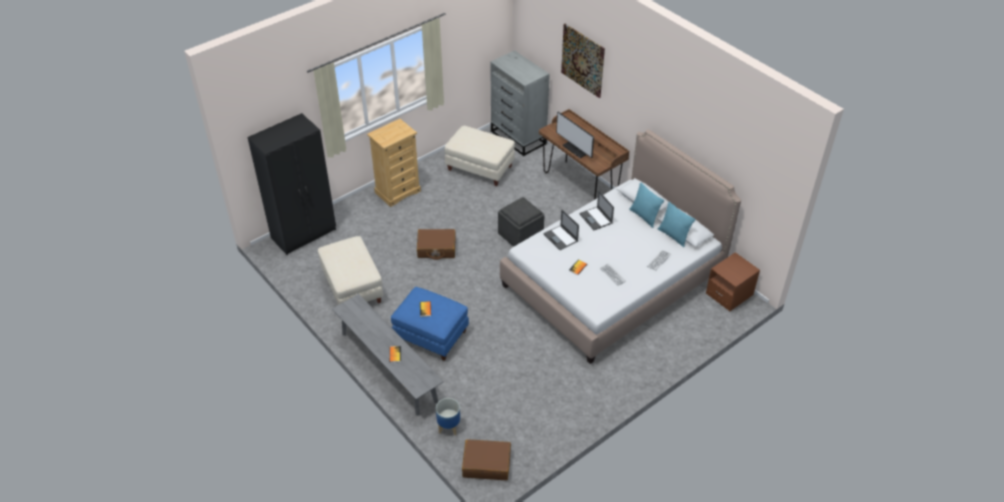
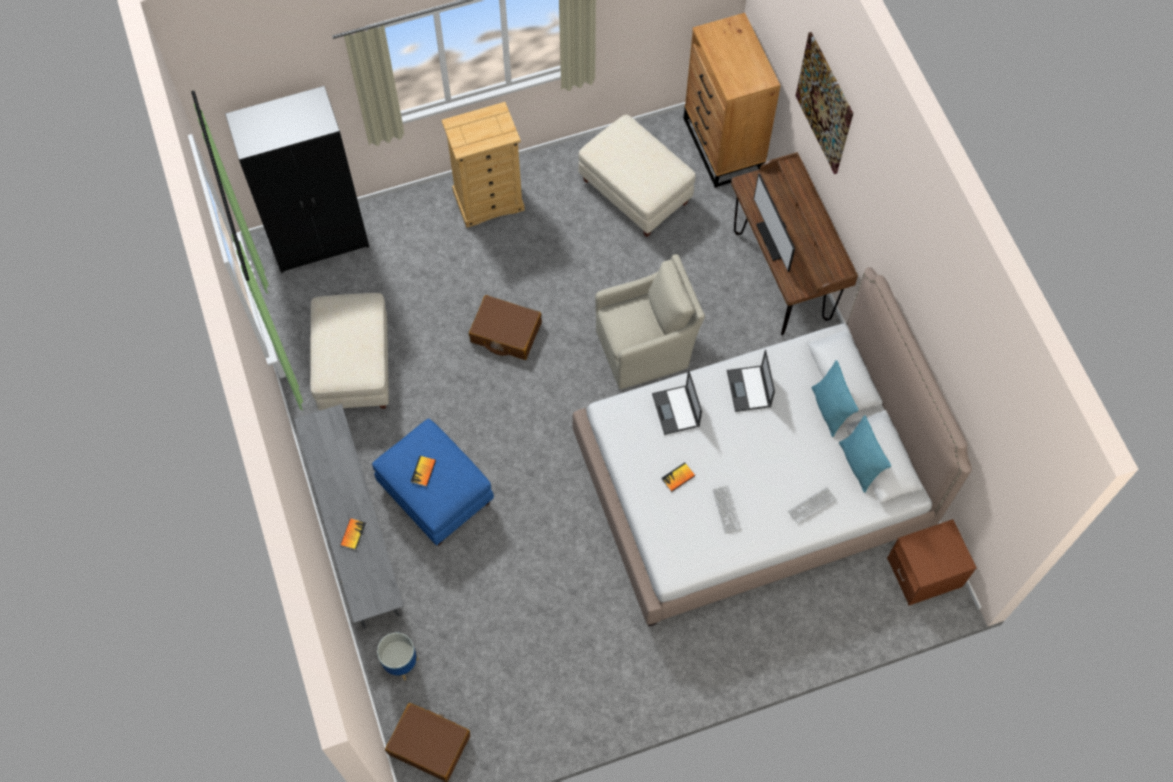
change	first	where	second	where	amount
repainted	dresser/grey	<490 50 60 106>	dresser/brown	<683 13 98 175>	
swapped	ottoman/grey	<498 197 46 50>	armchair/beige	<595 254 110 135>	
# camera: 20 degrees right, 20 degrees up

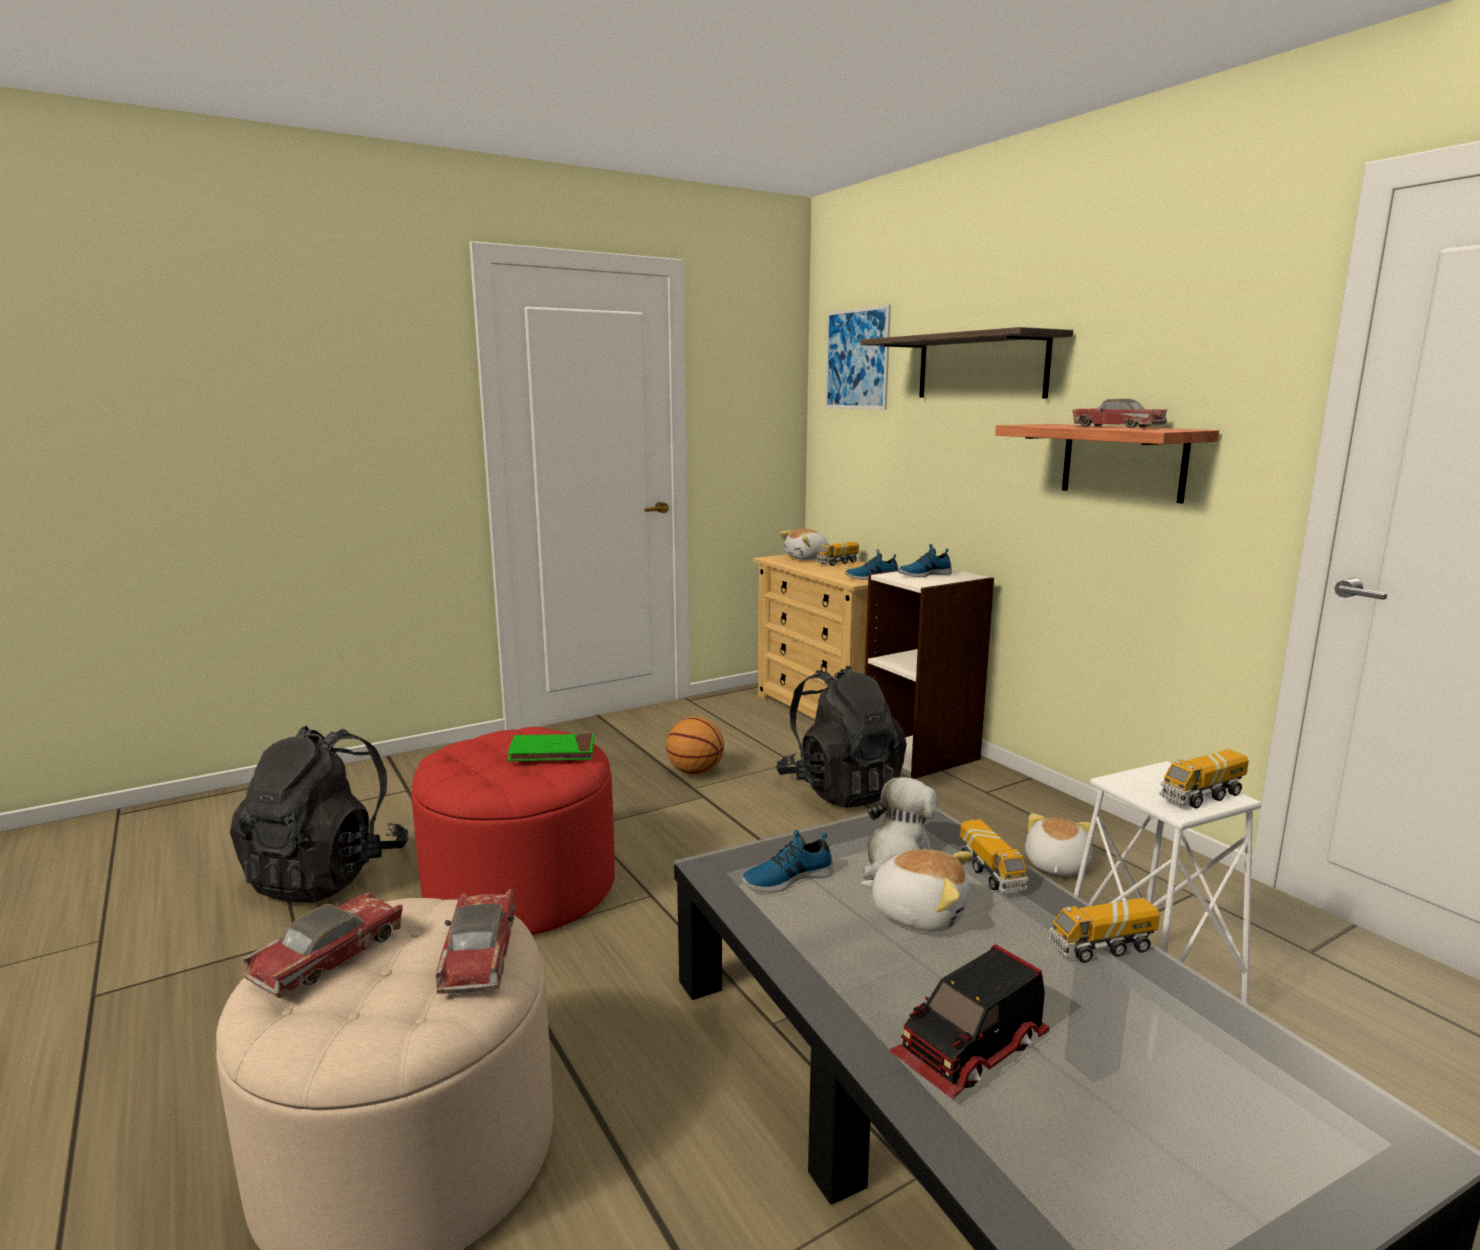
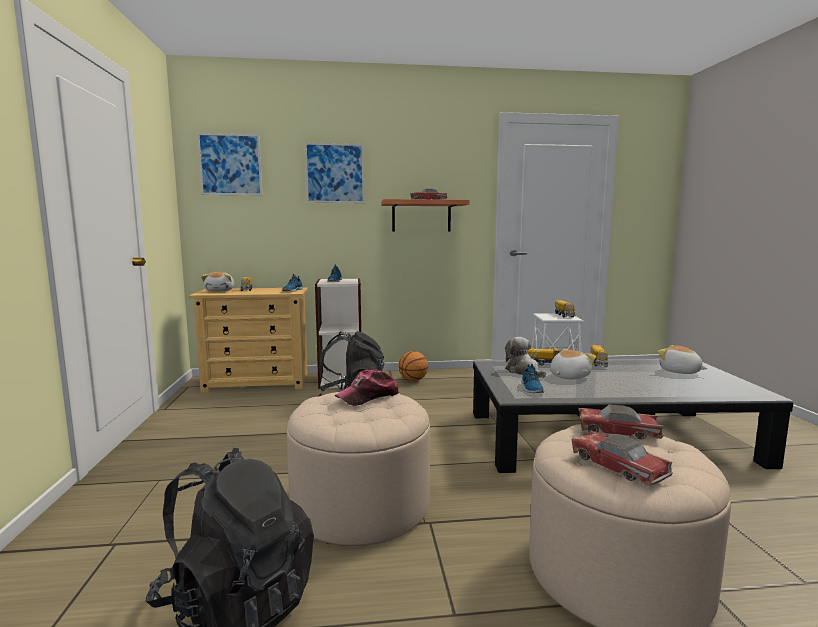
change	first	where	second	where	amount
repainted	ottoman/red	<411 727 204 208>	ottoman/beige	<287 392 143 154>	
swapped	book/green	<507 733 87 28>	cap	<335 369 65 37>	
shifted	basketball	<666 717 58 58>		<398 351 30 30>	
swapped	shelf	<860 327 213 71>	picture	<305 143 59 60>	
gone	toy truck	<890 944 159 155>			
shifted	plush toy	<1025 813 67 63>		<657 345 51 29>	
# camera: 65 degrees left, 5 degrees down

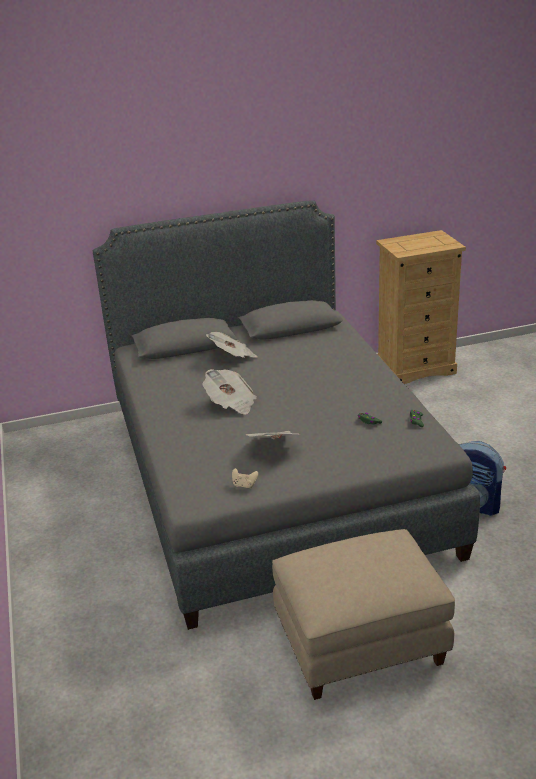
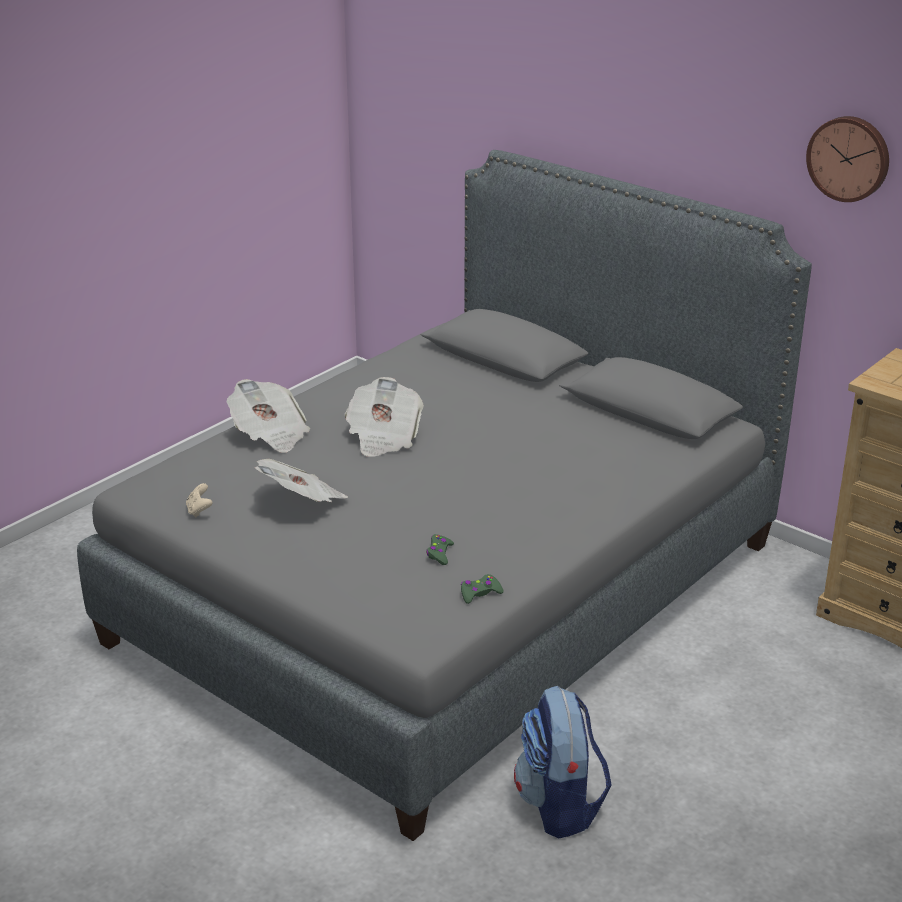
change	first	where	second	where	amount
shifted	newspaper	<206 332 51 26>		<227 379 83 74>	
gone	ottoman/beige	<272 529 183 171>			
new			wall clock	<806 116 83 86>	
# camera: 55 degrees right, 0 degrees up

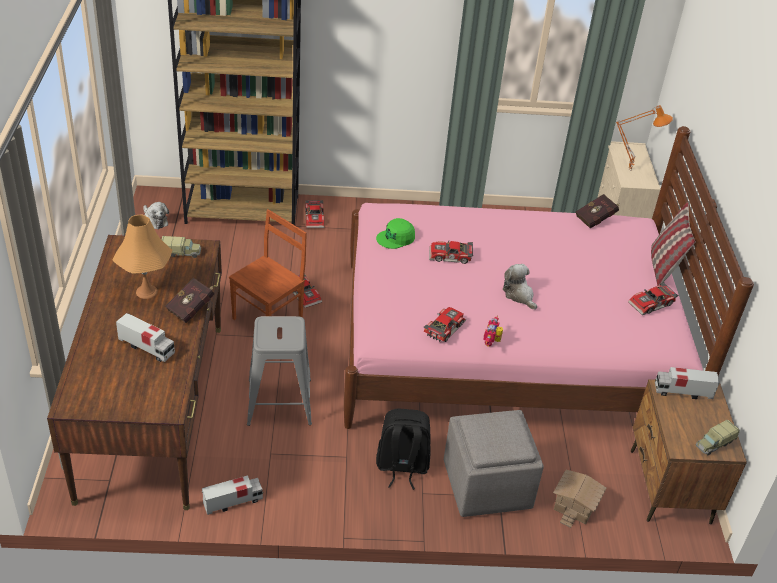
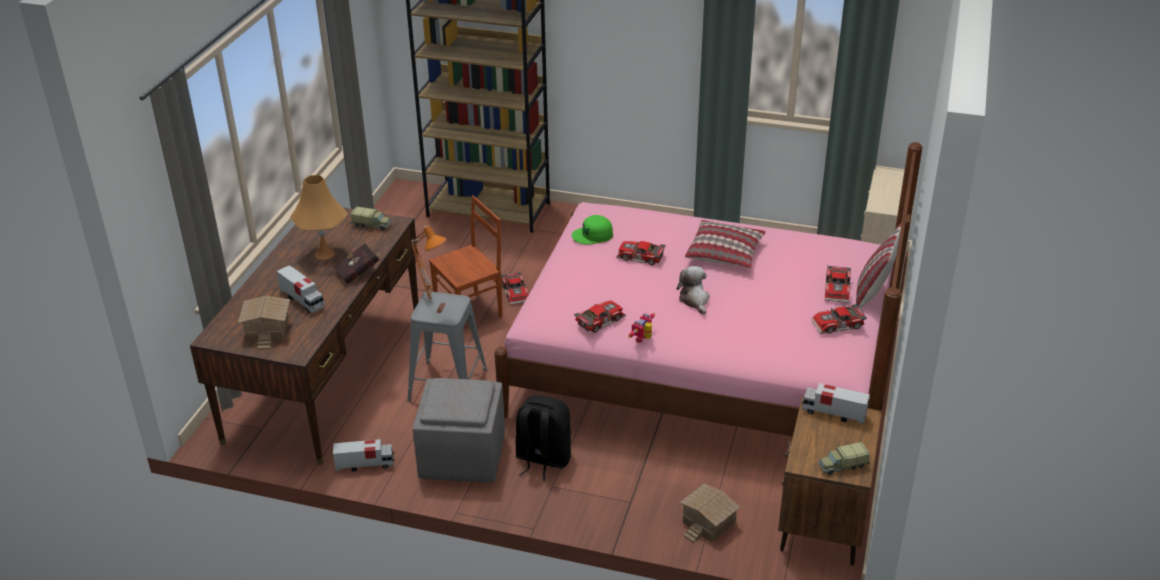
change	first	where	second	where	amount
gone	plush toy	<143 202 26 27>			
shifted	toy car	<305 200 19 28>		<825 266 26 37>	
shifted	ottoman/grey	<444 410 100 107>		<413 378 92 105>	
gone	book/red	<576 194 43 34>			
shifted	table lamp/orange	<616 105 57 66>		<411 225 35 76>	
new			toy house	<238 296 52 54>	
new			pillow	<685 220 81 48>	
# camera: 20 degrees right, 5 degrees down

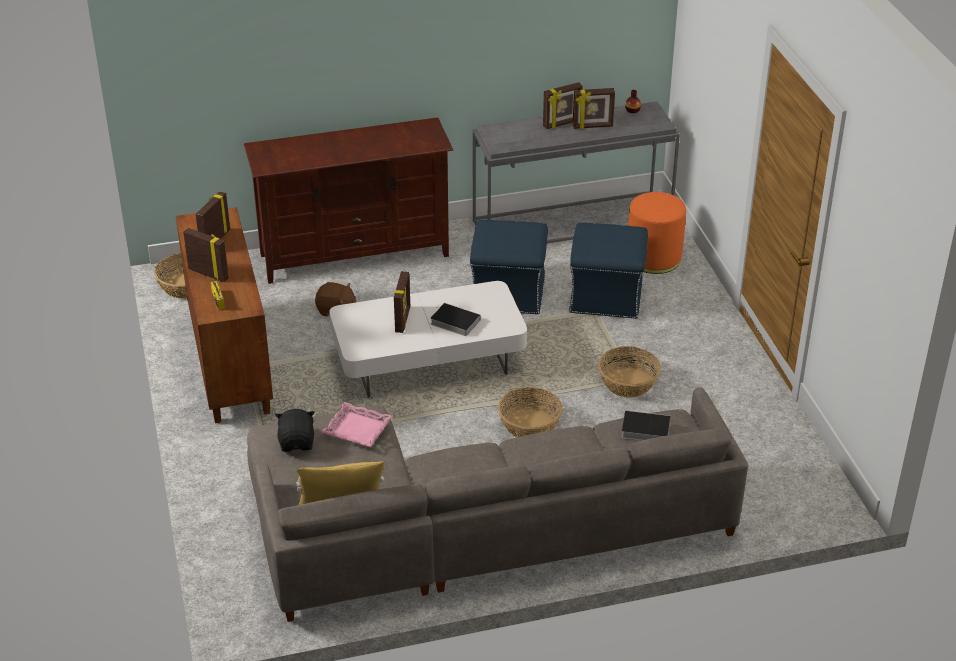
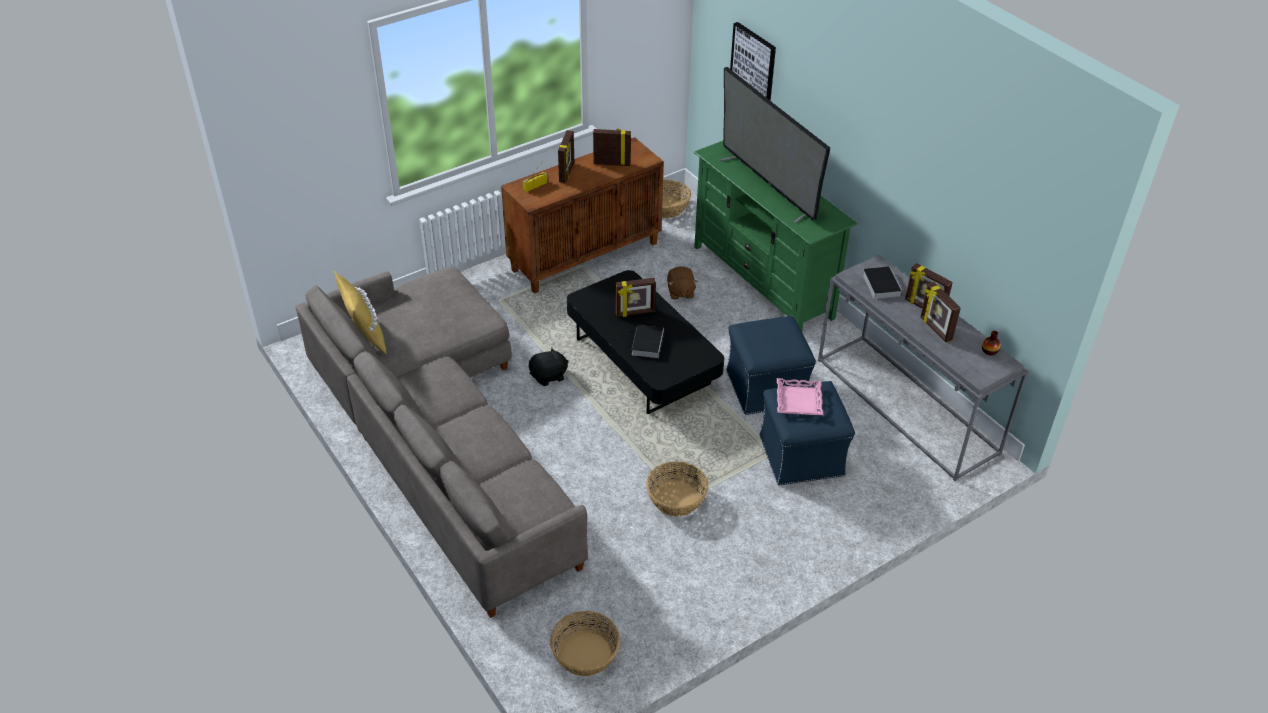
change	first	where	second	where	amount
repainted	tv stand/brown	<244 117 209 167>	tv stand/green	<693 141 165 190>	
shifted	plush toy/black	<275 409 40 43>		<529 348 40 38>	
shifted	tray/pink	<322 402 71 45>		<777 378 46 37>	
repainted	coffee table/white	<329 281 198 117>	coffee table/black	<567 270 157 144>	
shifted	basket	<498 387 65 51>		<550 611 70 65>	
shifted	book	<615 410 55 30>		<863 266 39 33>	
gone	ottoman/orange	<628 192 58 82>			
new			television	<720 67 110 156>	
new			picture	<730 22 46 79>	
# camera: 70 degrees right, 5 degrees up

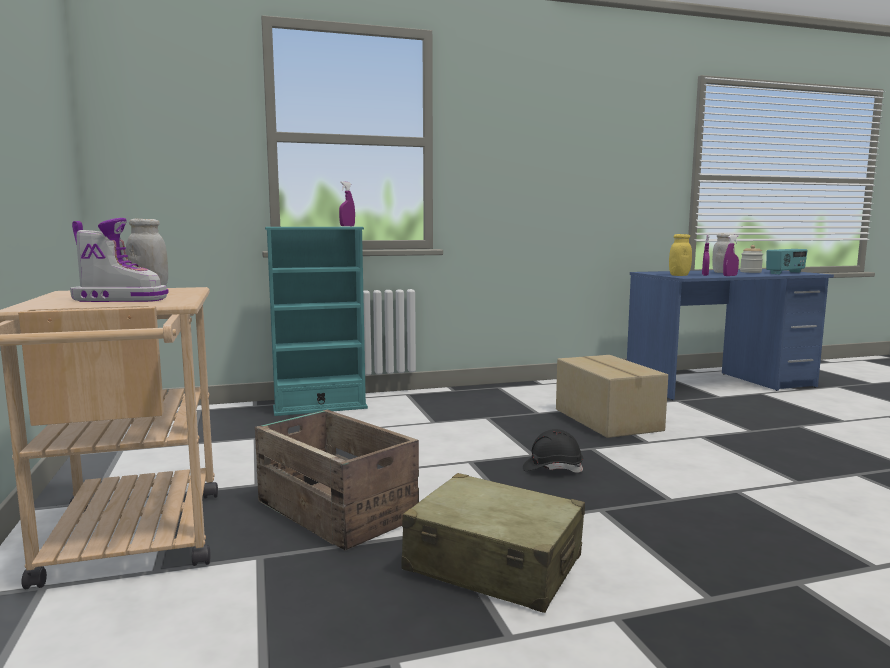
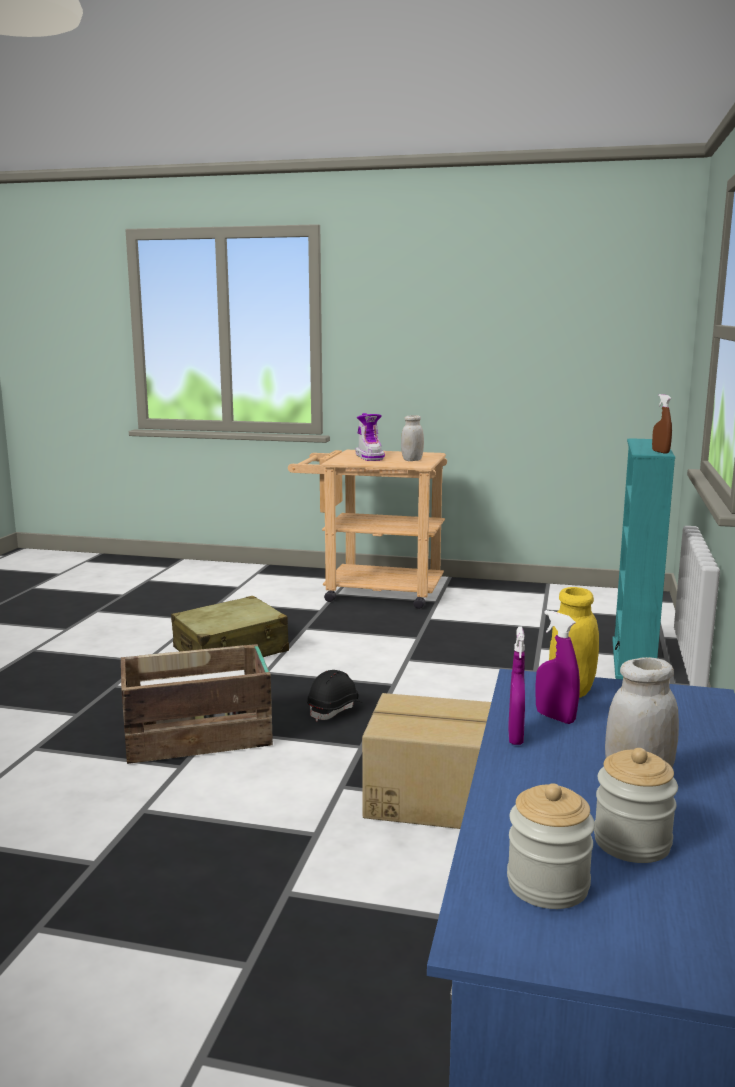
change	first	where	second	where	amount
rotated	boot	<70 218 98 84>		<355 413 30 48>	45 degrees counterclockwise
shifted	crate	<255 409 164 142>		<121 644 152 120>	
repainted	spray bottle/purple	<339 181 16 45>	spray bottle/brown	<652 394 20 60>	
swapped	radio	<766 249 41 25>	jar	<507 783 88 126>	
# camera: 120 degrees right, 5 degrees up

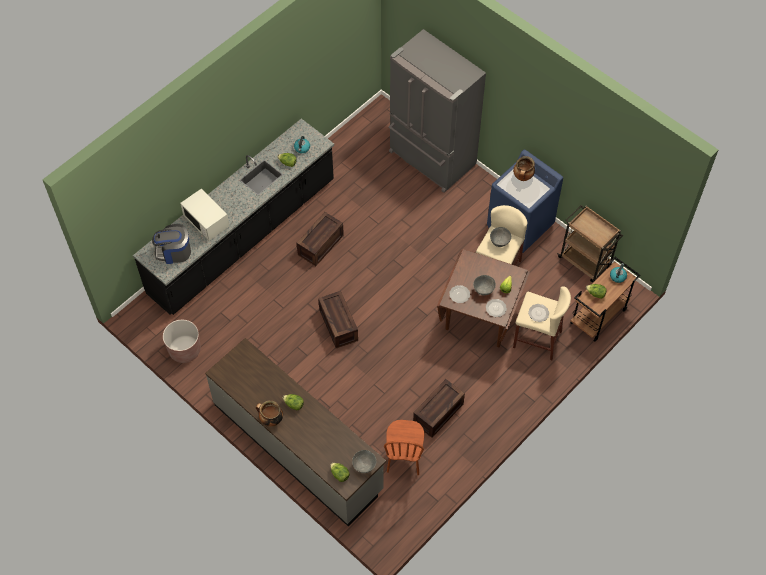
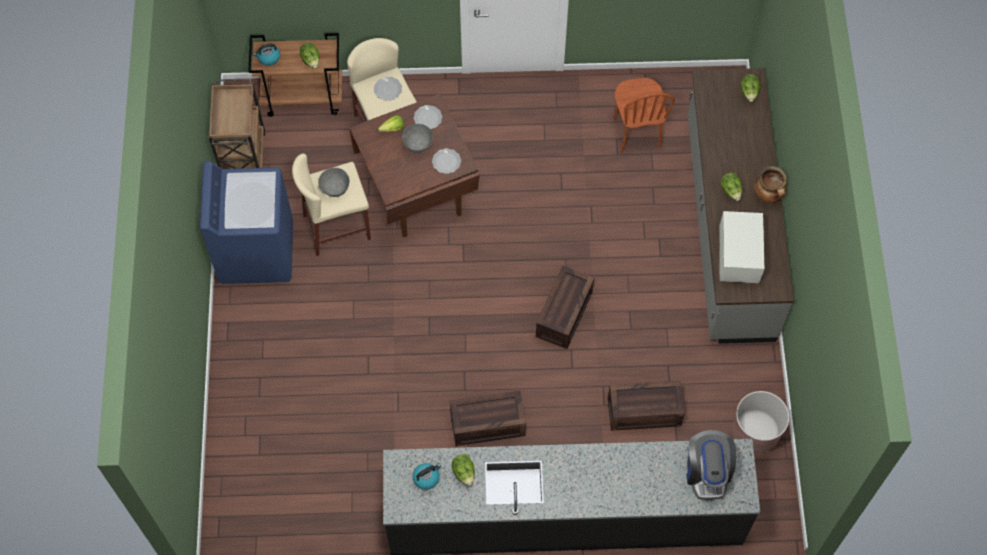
change	first	where	second	where	amount
rotated	coffee machine	<152 224 39 40>		<687 430 49 70>	45 degrees clockwise
shifted	microwave/white	<180 188 50 53>		<719 211 45 72>	
gone	bowl/grey	<352 450 24 23>			
rotated	chair/brown	<384 420 41 55>		<614 78 61 75>	120 degrees clockwise
gone	fridge/grey	<388 29 98 164>			
shifted	crate	<413 379 52 59>		<608 381 77 50>	
gone	cooking pot	<513 156 22 25>			
# camera: 135 degrees left, 5 degrees up

